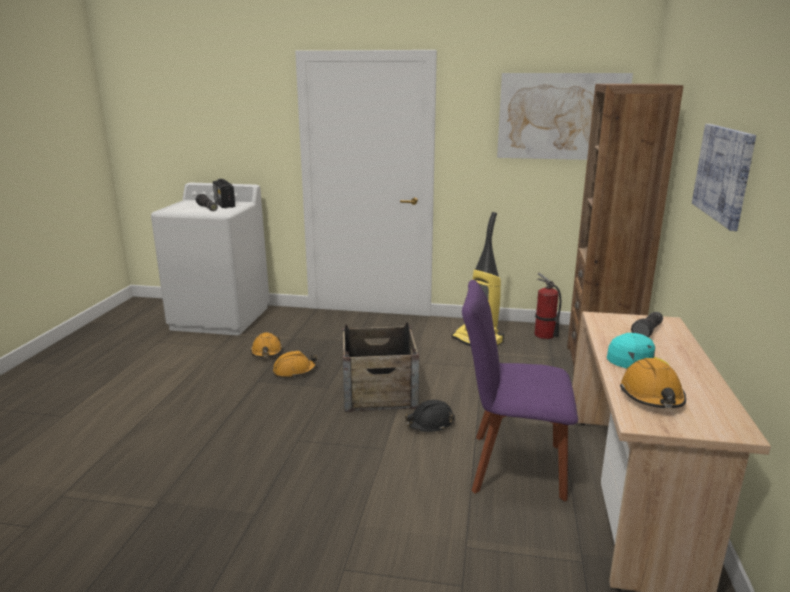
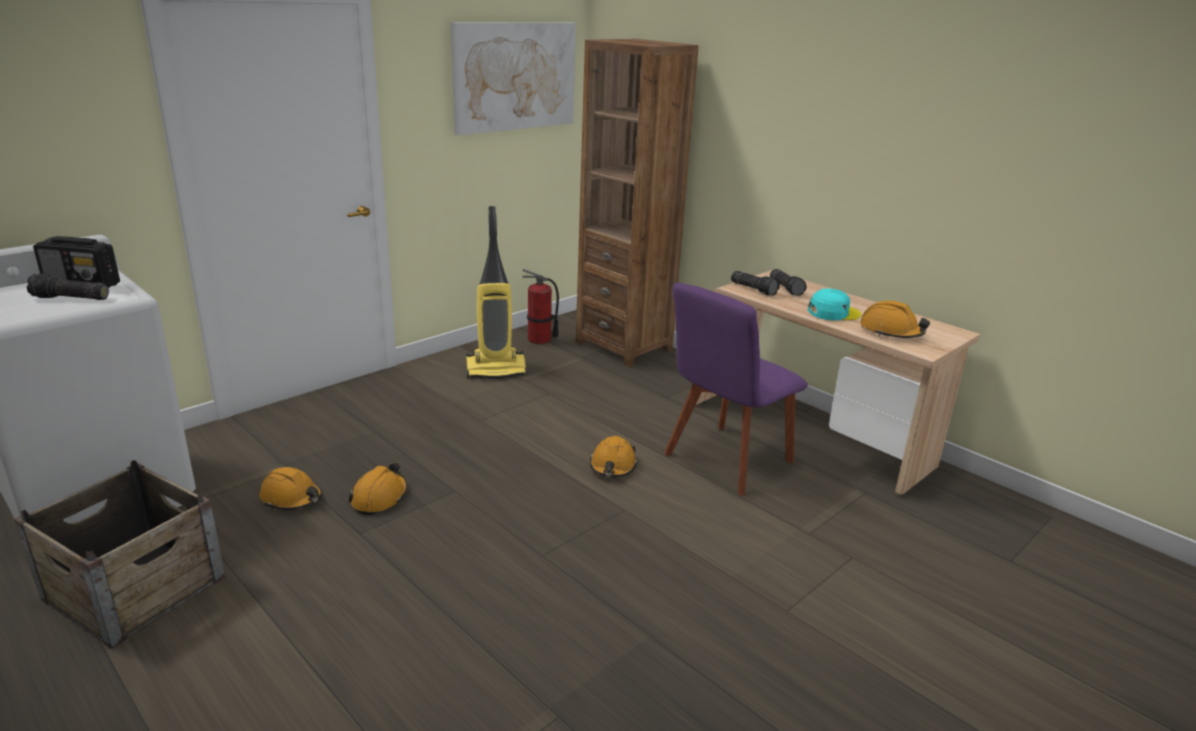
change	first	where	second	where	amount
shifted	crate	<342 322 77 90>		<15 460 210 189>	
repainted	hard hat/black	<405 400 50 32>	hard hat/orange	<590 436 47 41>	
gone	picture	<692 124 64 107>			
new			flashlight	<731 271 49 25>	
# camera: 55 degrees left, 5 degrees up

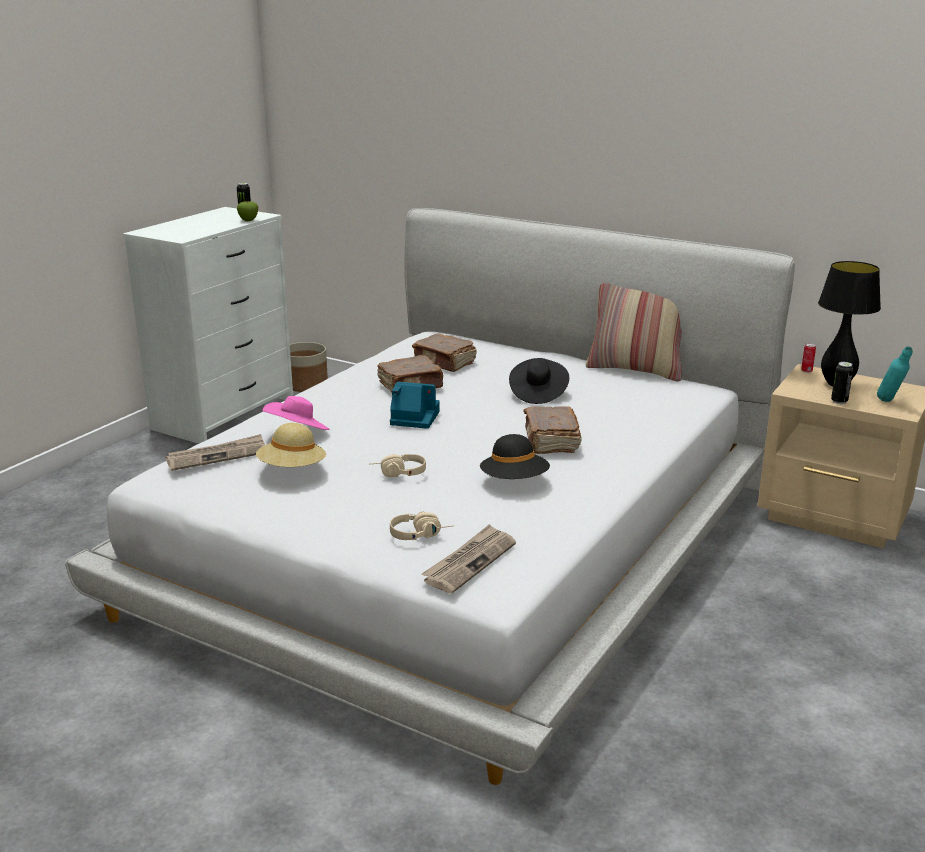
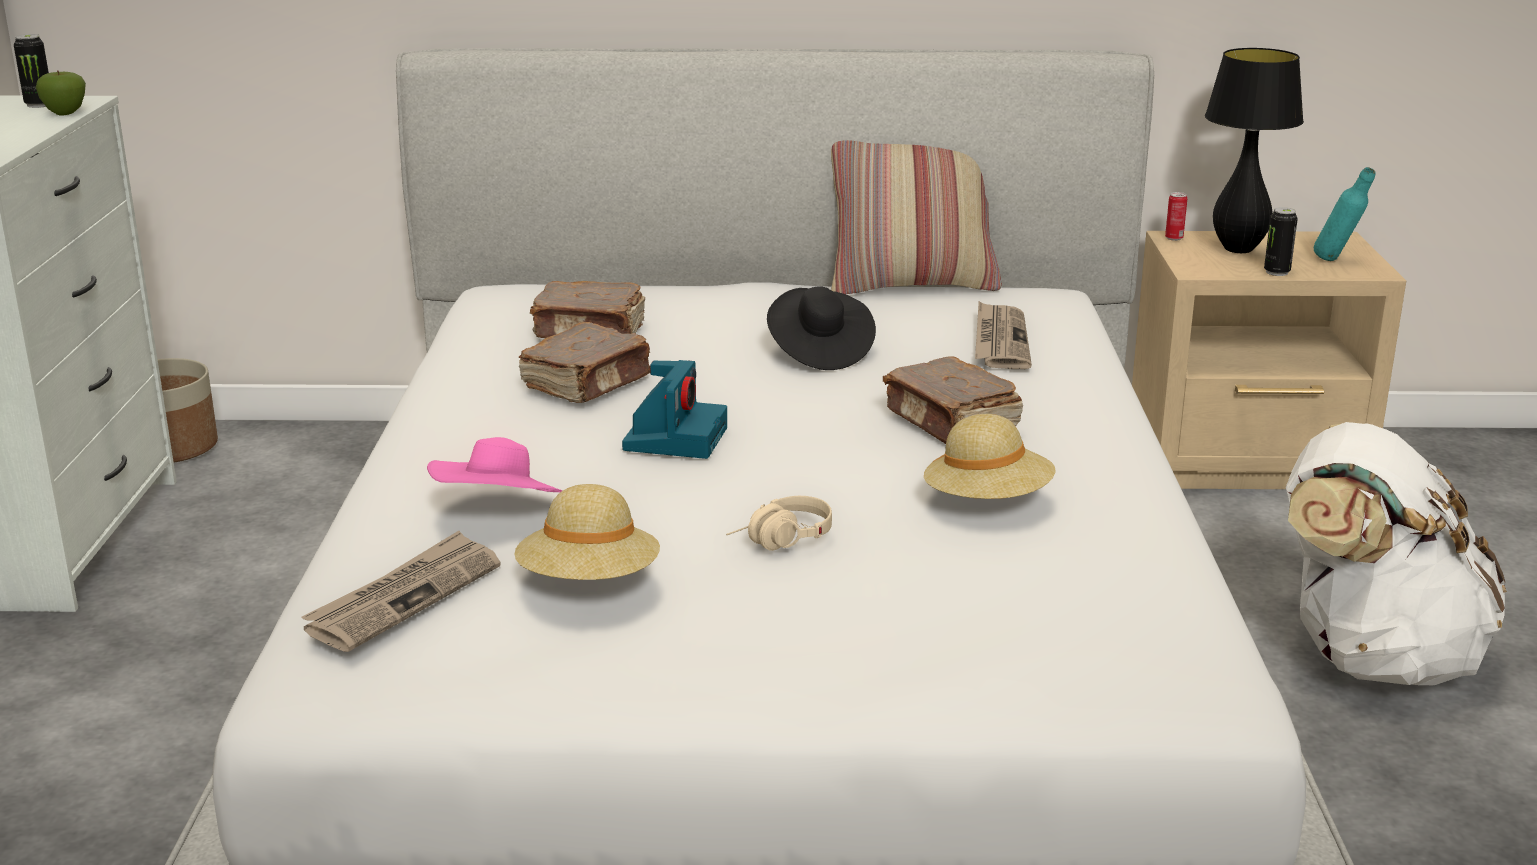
change	first	where	second	where	amount
rotated	photo camera	<390 382 50 47>		<622 360 105 99>	120 degrees clockwise
gone	headphones/beige	<390 511 64 29>			
shifted	newspaper	<422 524 94 69>		<975 301 57 68>	
repainted	hat/black	<480 434 70 45>	hat/beige	<924 414 132 85>	
new			backpack/white	<1286 422 221 264>	
# camera: 30 degrees left, 0 degrees up

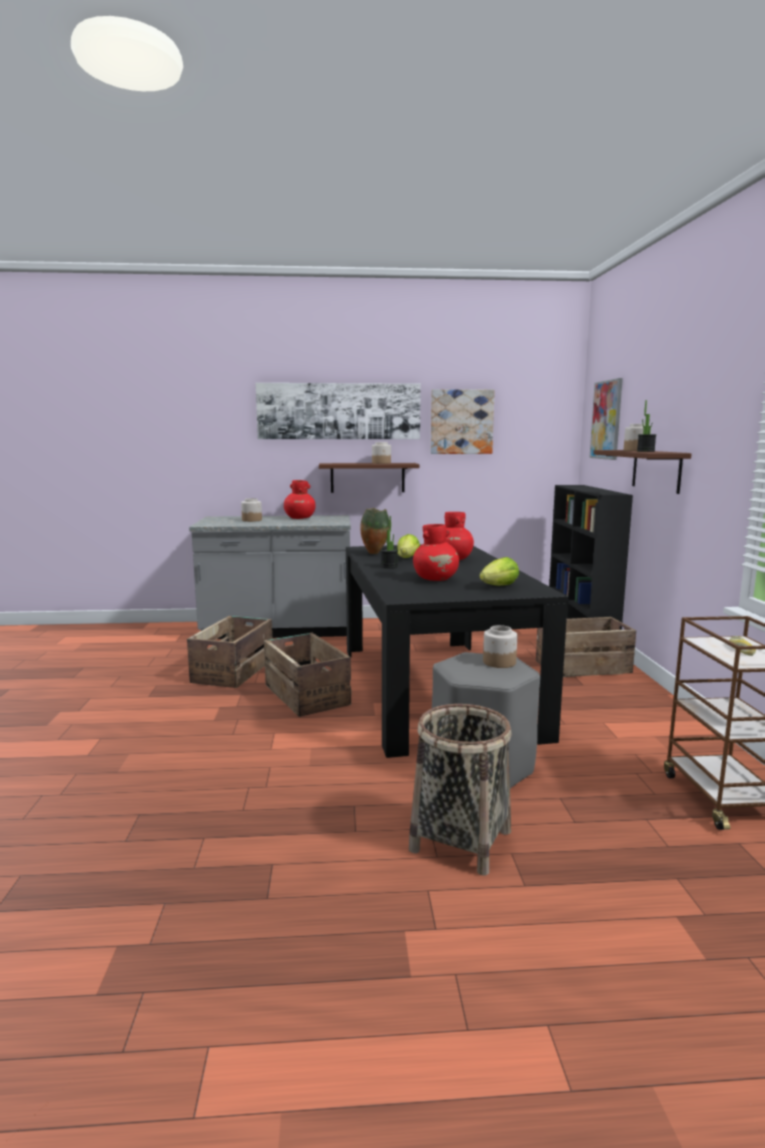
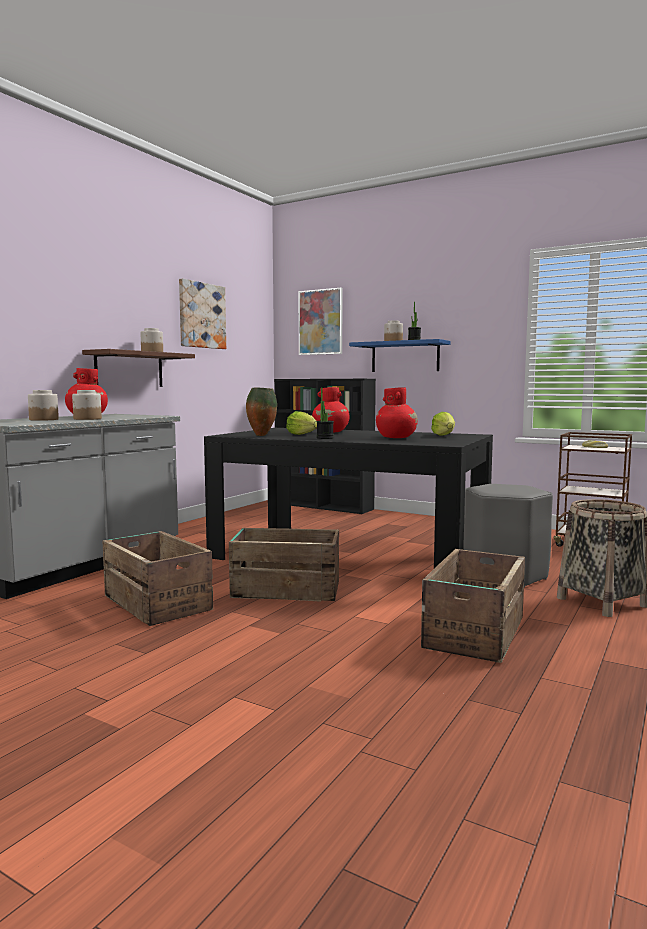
change	first	where	second	where	amount
gone	picture	<256 383 165 56>			
shifted	jar	<483 625 34 43>		<72 390 30 30>	
shifted	crate	<536 617 100 60>		<421 549 104 114>	
repainted	shelf/brown	<593 450 99 44>	shelf/blue	<349 339 102 33>	
# camera: 55 degrees left, 5 degrees down

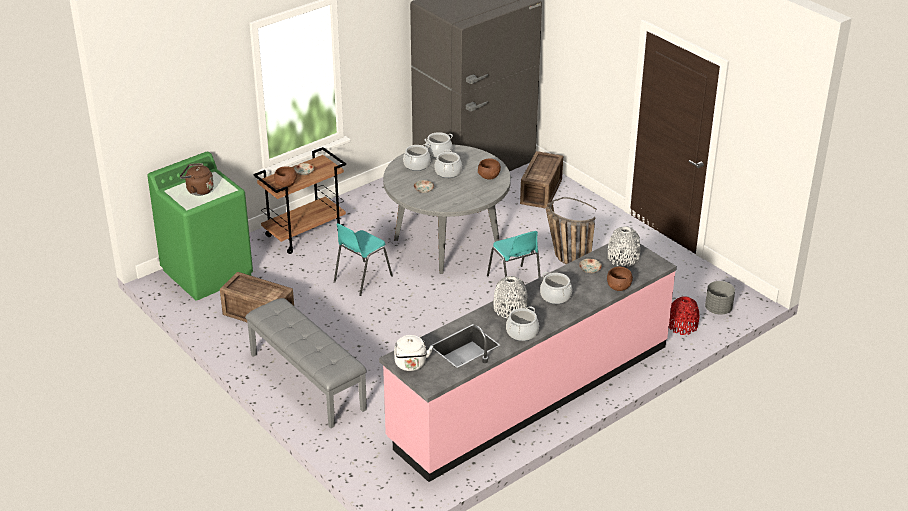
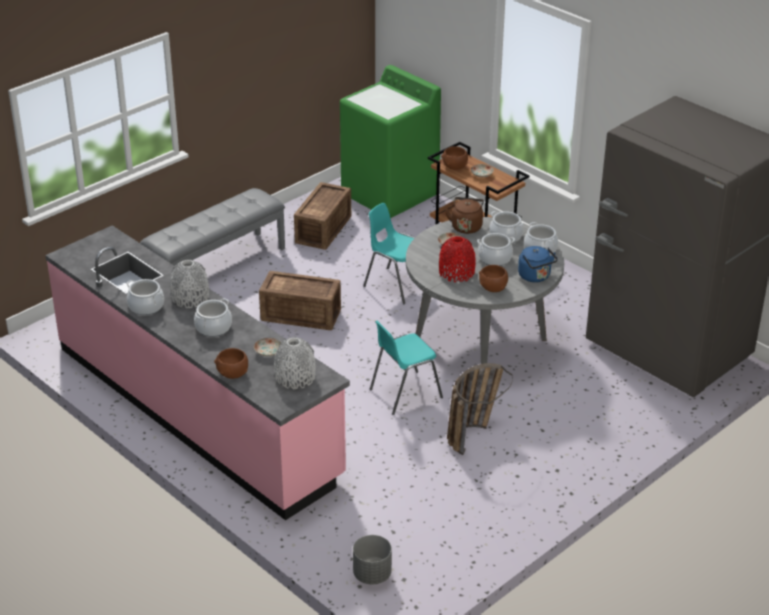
change	first	where	second	where	amount
shifted	kettle/brown	<180 163 34 33>		<445 197 39 37>	
gone	kettle/white	<394 335 39 36>			
shifted	crate	<520 151 43 58>		<259 271 82 59>	
shifted	vase/red	<669 297 30 38>		<439 236 37 46>	
new			kettle/blue	<518 246 40 36>	
# camera: 85 degrees right, 0 degrees up

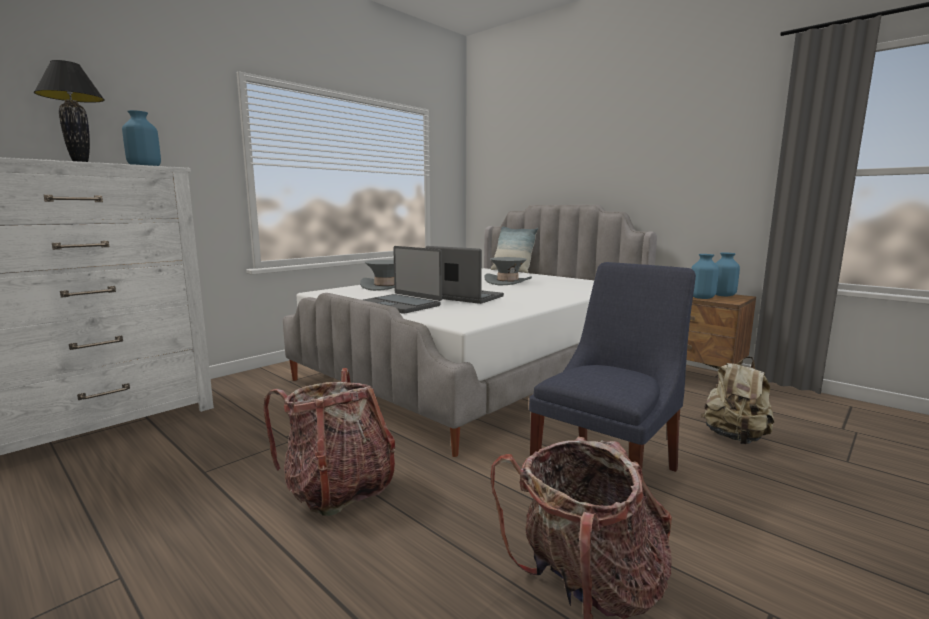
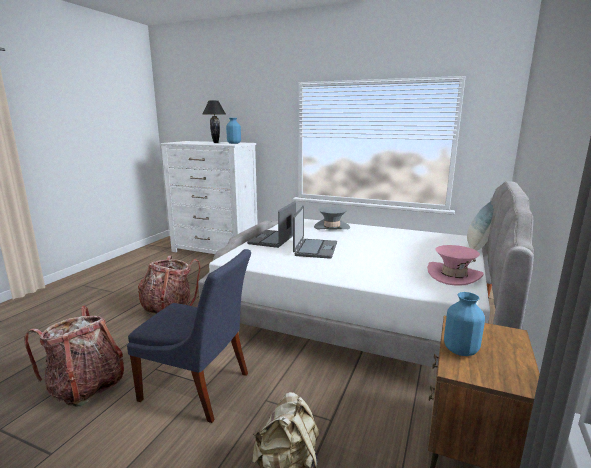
change	first	where	second	where	amount
gone	hat/grey	<484 257 48 28>			
gone	vase/blue	<715 253 25 43>			
new			hat/pink	<427 245 57 41>	
# camera: 70 degrees right, 5 degrees up

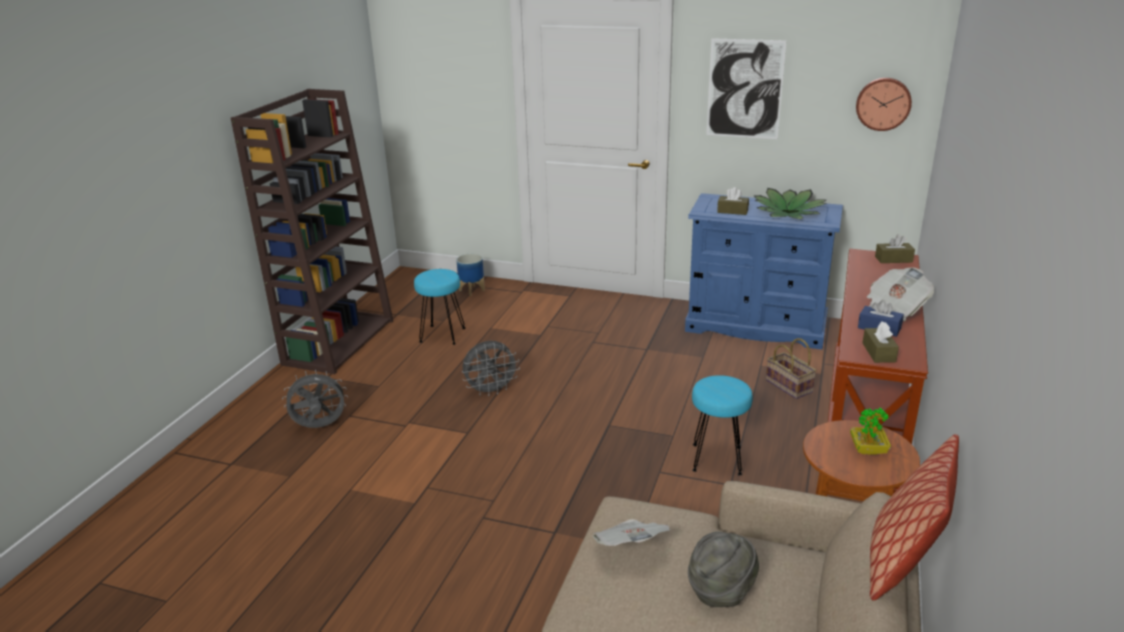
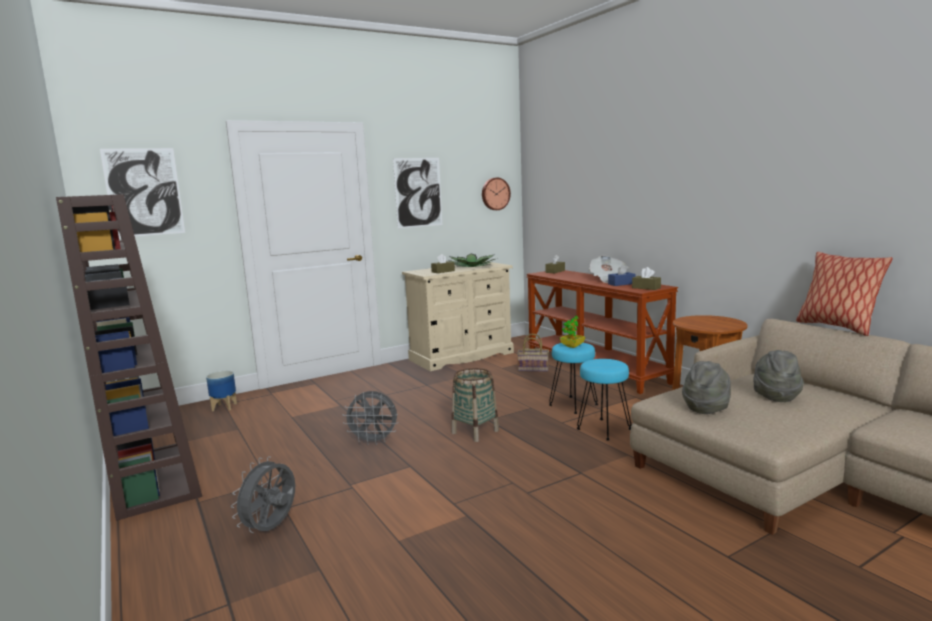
change	first	where	second	where	amount
shifted	stool/turquoise	<414 269 51 76>		<577 359 54 82>	
rotated	fan/grey	<462 341 58 55>		<342 391 56 54>	75 degrees clockwise
swapped	newspaper	<593 519 77 27>	hat/grey	<682 361 49 53>	
repainted	dresser/blue	<685 193 158 157>	dresser/beige	<402 261 112 110>	
shifted	potted plant	<850 408 41 47>		<560 316 25 32>	
new			picture	<100 148 85 89>	
new			basket	<452 368 47 74>	
# camera: 50 degrees left, 15 degrees down

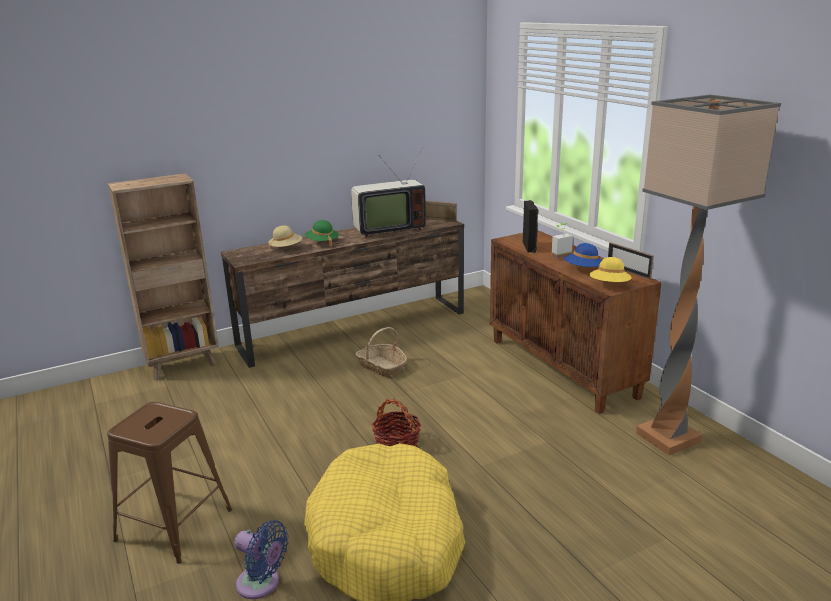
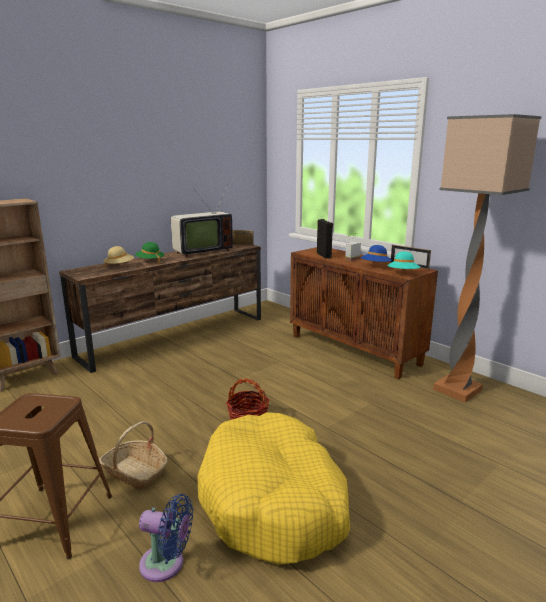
change	first	where	second	where	amount
shifted	basket	<355 327 52 50>		<99 421 68 68>	
repainted	hat/yellow	<589 257 43 25>	hat/turquoise	<387 251 33 19>	
# camera: 15 degrees left, 5 degrees down

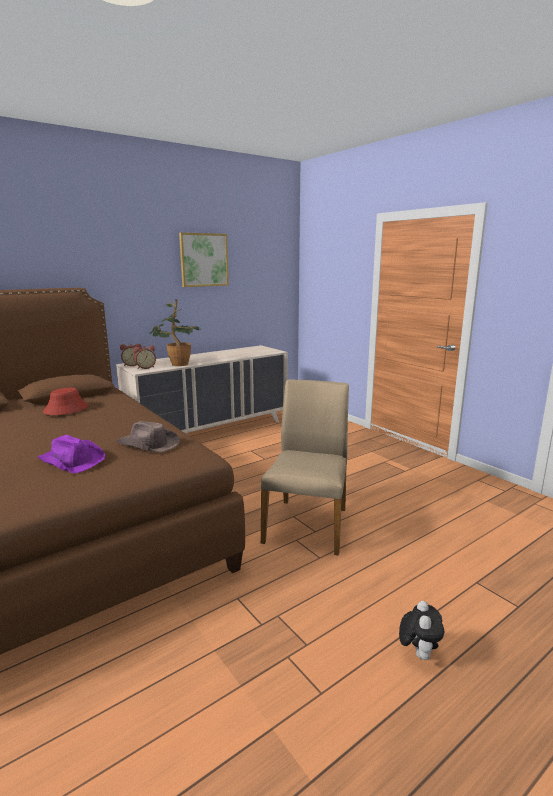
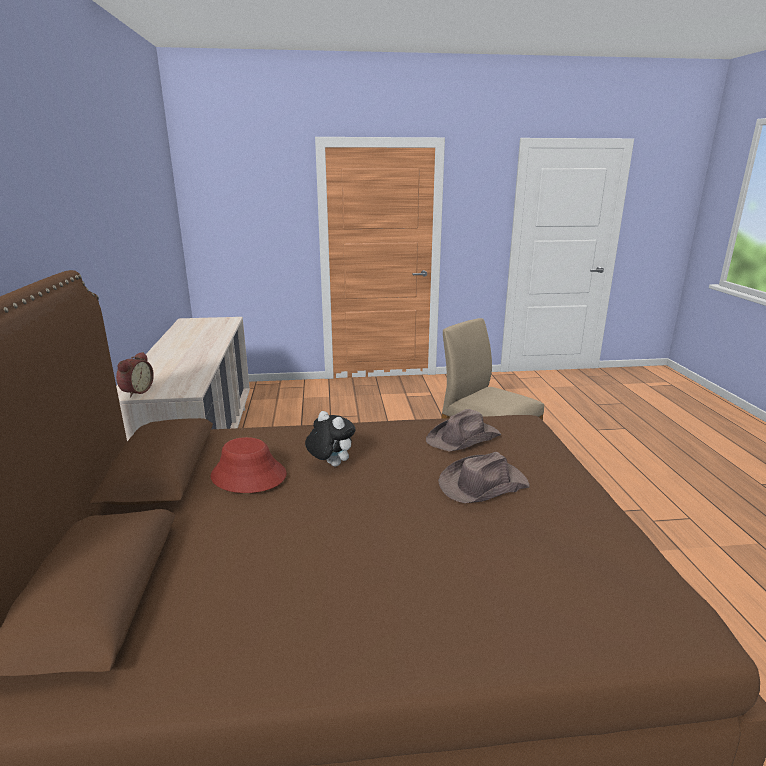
change	first	where	second	where	amount
repainted	hat/purple	<38 435 67 38>	hat/brown	<438 452 92 51>	
gone	alarm clock	<133 345 23 24>			
gone	potted plant	<150 299 52 67>			
gone	picture	<179 232 50 55>			
shifted	plush toy	<399 601 45 59>		<305 411 51 55>	
# camera: 60 degrees left, 5 degrees up

